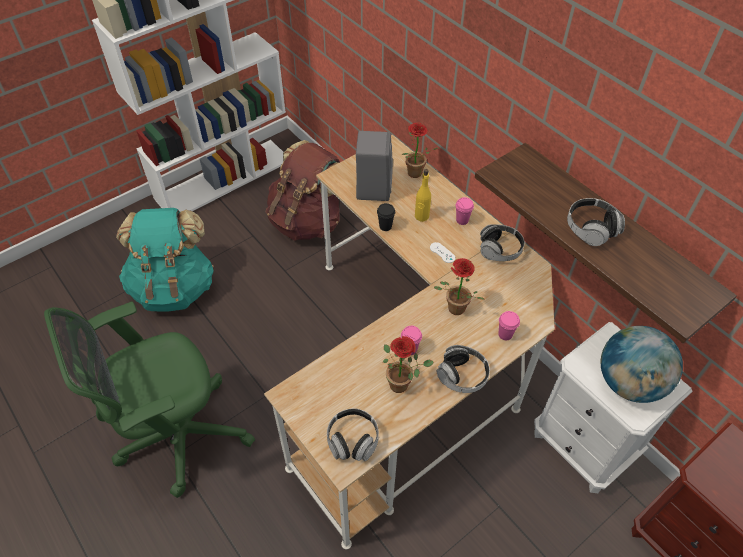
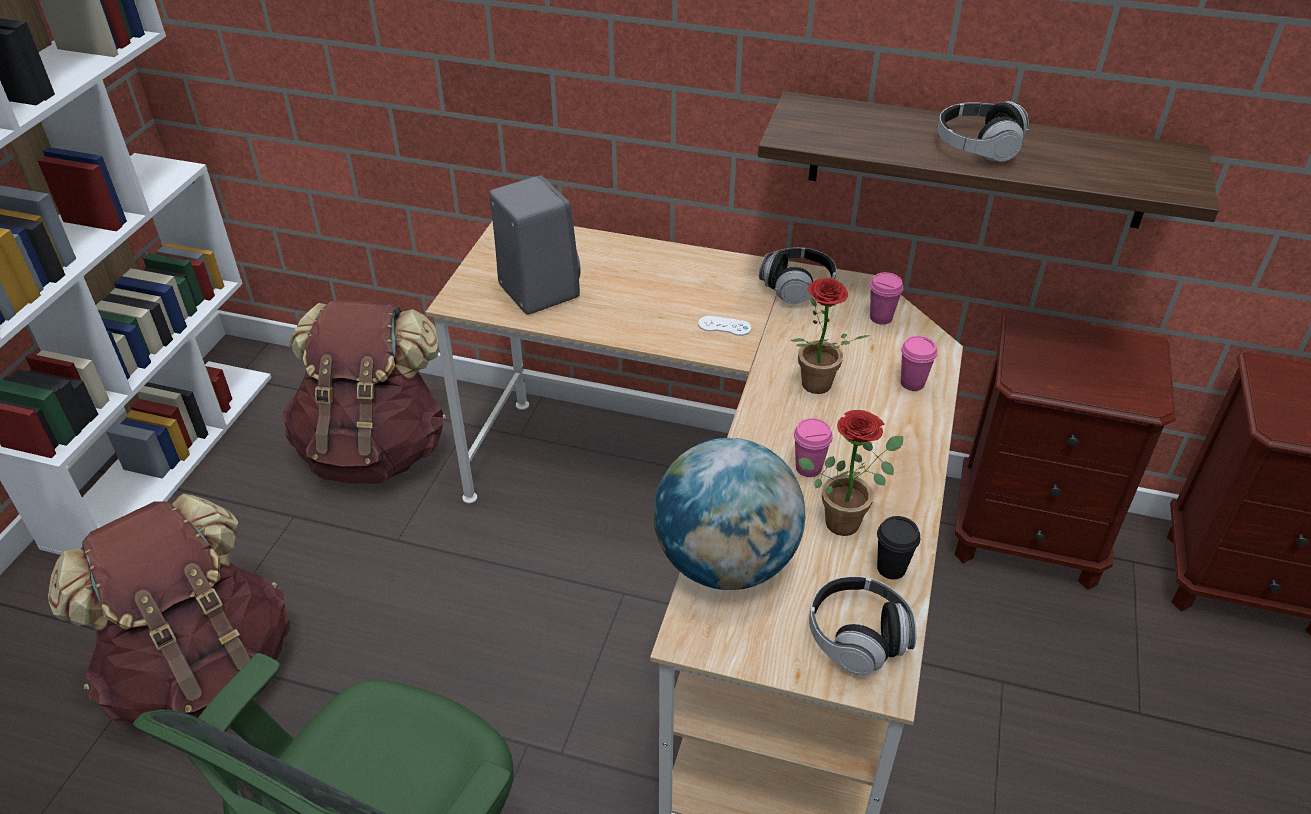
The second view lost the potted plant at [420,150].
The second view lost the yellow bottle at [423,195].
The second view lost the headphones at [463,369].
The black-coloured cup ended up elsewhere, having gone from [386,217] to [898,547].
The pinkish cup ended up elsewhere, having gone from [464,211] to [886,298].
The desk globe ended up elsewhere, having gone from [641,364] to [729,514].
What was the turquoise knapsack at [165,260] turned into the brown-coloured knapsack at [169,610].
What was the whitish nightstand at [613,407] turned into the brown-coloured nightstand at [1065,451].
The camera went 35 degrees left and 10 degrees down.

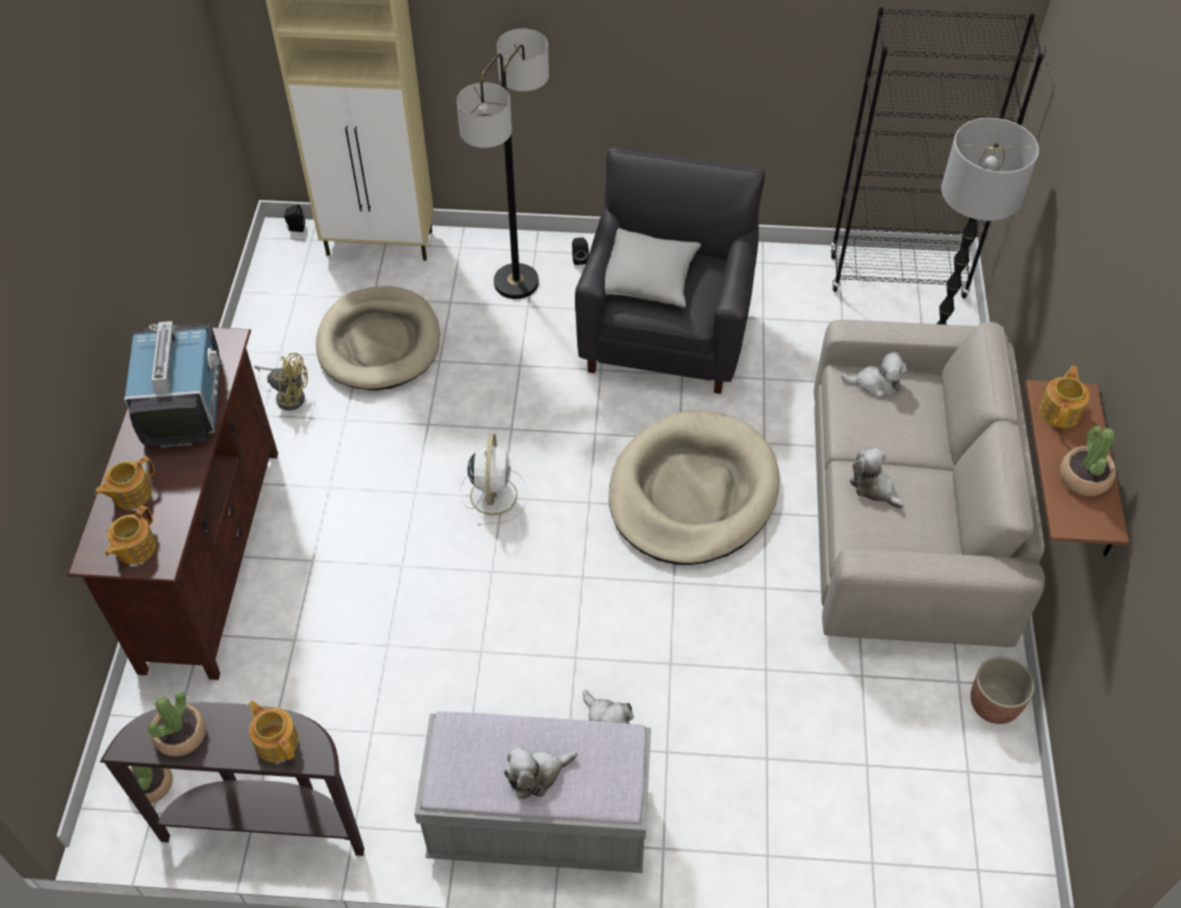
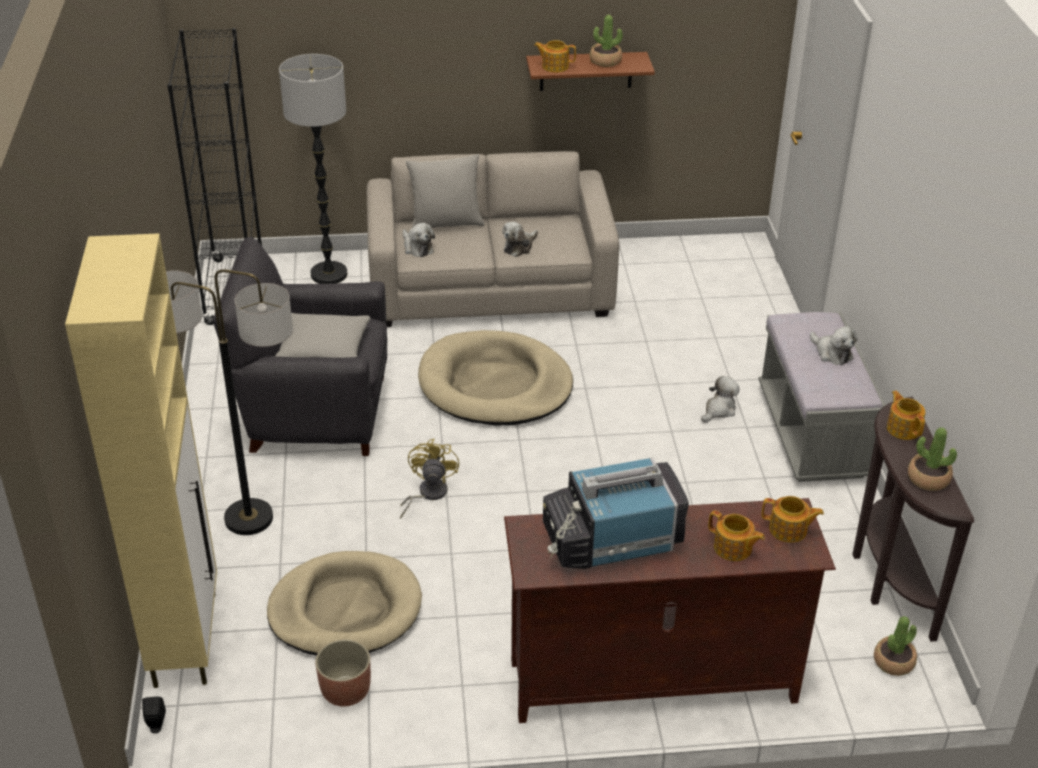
The second view lost the whitish electric fan at [494,479].
The second view lost the black-coloured speaker at [580,251].
The second view gained the grey throw pillow at [445,191].
The yellow electric fan ended up elsewhere, having gone from [281,382] to [429,479].
The plant pot ended up elsewhere, having gone from [1002,690] to [343,673].
The tea pot at [274,731] ended up facing another way, 120 degrees clockwise from before.
The plush toy at [874,375] ended up facing another way, 150 degrees clockwise from before.
The camera went 100 degrees left and 15 degrees down.

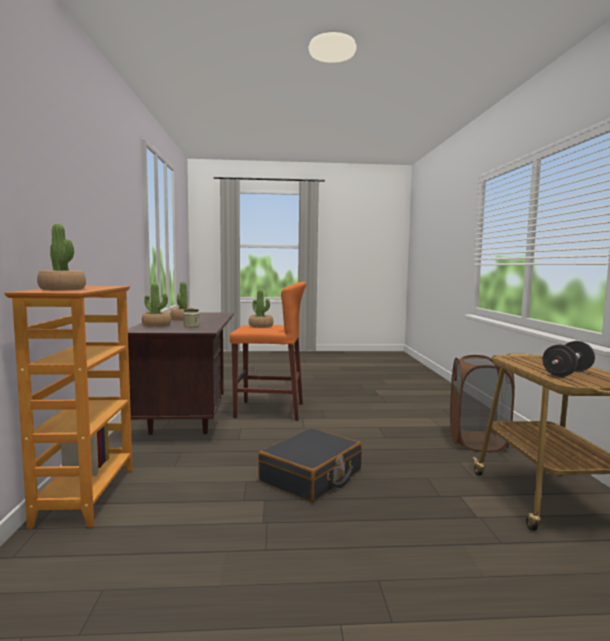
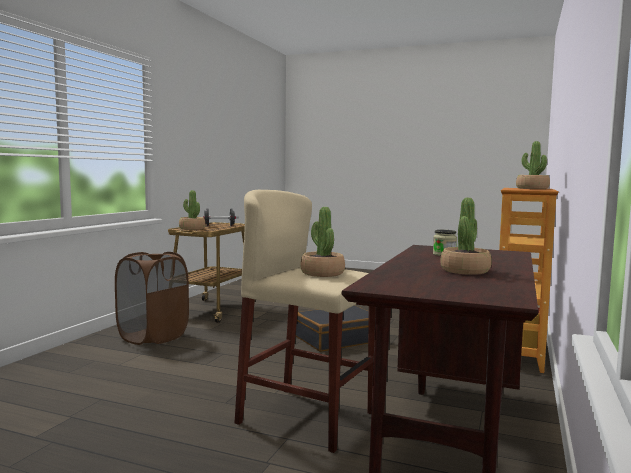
The potted plant ended up elsewhere, having gone from [156,305] to [192,210].
What was the orangey stool at [268,351] turned into the beige-coloured stool at [305,321].
The camera went 155 degrees left and 0 degrees up.

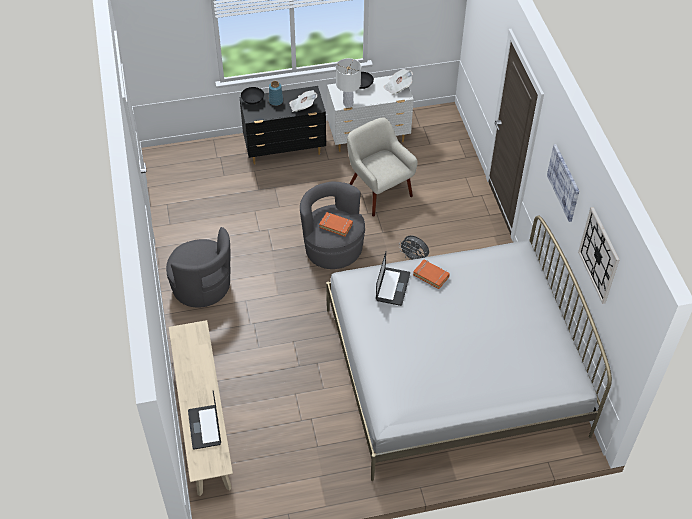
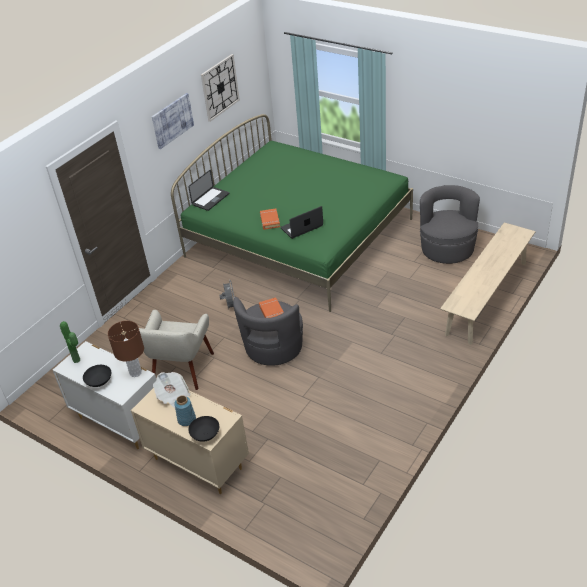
The grey armchair ended up elsewhere, having gone from [198,267] to [450,224].
The laptop ended up elsewhere, having gone from [204,420] to [208,190].
Where the printed paper stood at [398,82], the potted plant came to stand at [70,342].
What was the black-coloured drawer chest at [283,125] turned into the beige-coloured drawer chest at [190,441].
What was the whitish bed at [469,348] turned into the green bed at [292,213].
What was the whitish tabletop lamp at [348,82] turned into the brown-coloured tabletop lamp at [126,349].
The camera went 130 degrees left and 10 degrees down.

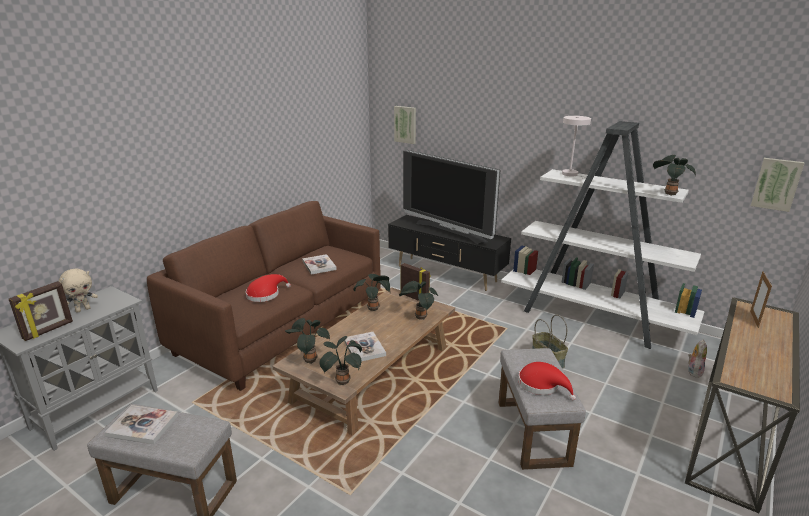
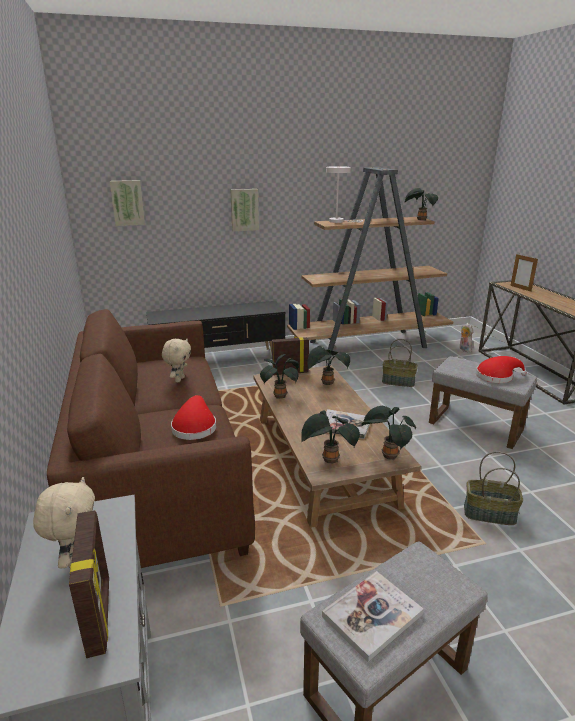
The second view lost the TV set at [451,197].
The second view gained the basket at [493,488].
The picture ended up elsewhere, having gone from [778,185] to [244,210].
Where the bound book stood at [319,264], the beige-coloured plush toy came to stand at [176,360].
What was the whitish shelving unit at [603,235] turned into the brown-coloured shelving unit at [370,263].
The camera went 50 degrees left and 0 degrees up.

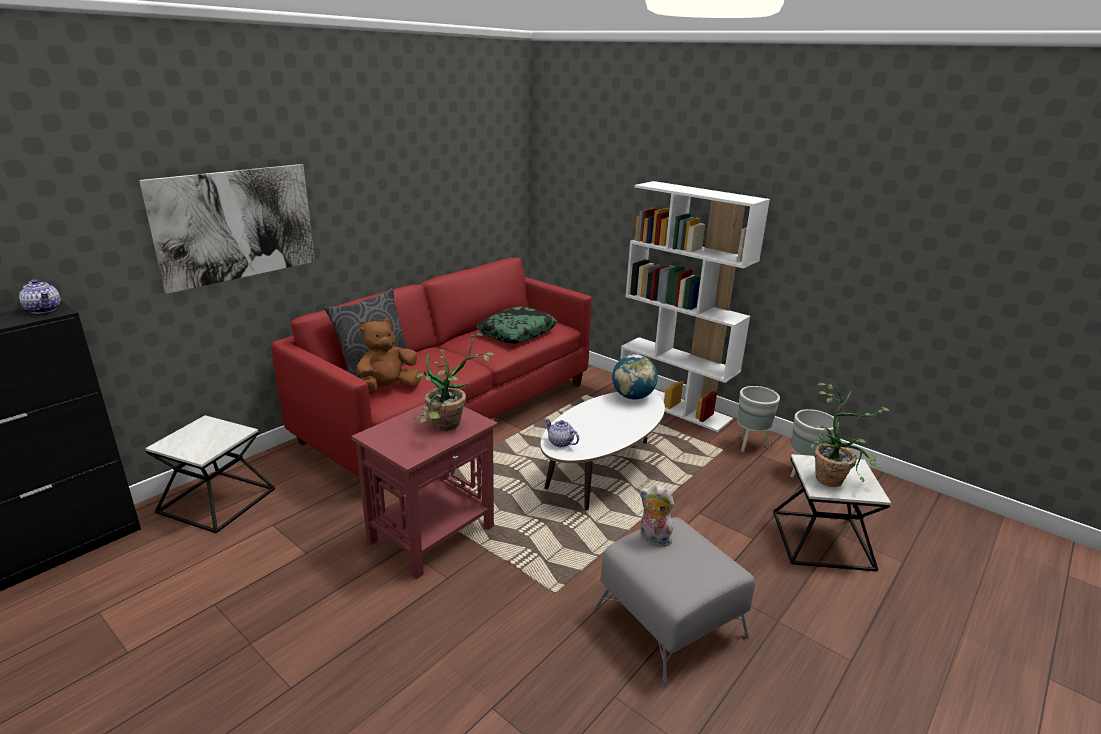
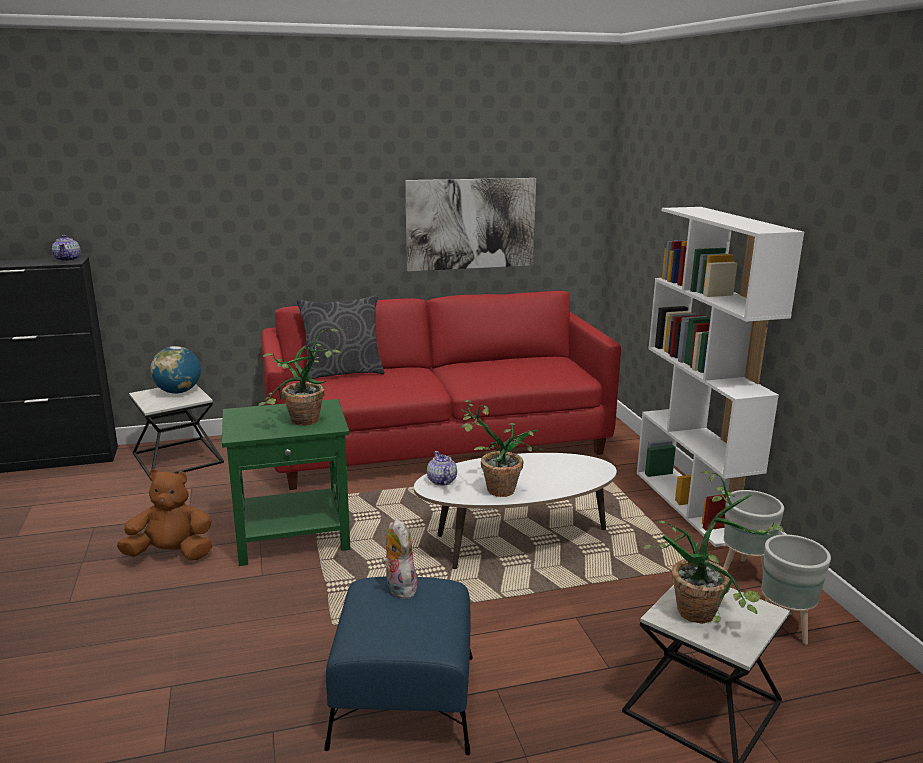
The second view lost the throw pillow at [517,325].
The second view gained the potted plant at [502,448].
The picture ended up elsewhere, having gone from [227,229] to [470,224].
The brown-coloured plush toy ended up elsewhere, having gone from [389,356] to [164,515].
The desk globe ended up elsewhere, having gone from [635,377] to [175,370].
What was the red end table at [424,491] turned into the green end table at [286,482].
What was the grey footrest at [674,603] turned into the blue footrest at [398,666].
The camera went 35 degrees right and 5 degrees down.

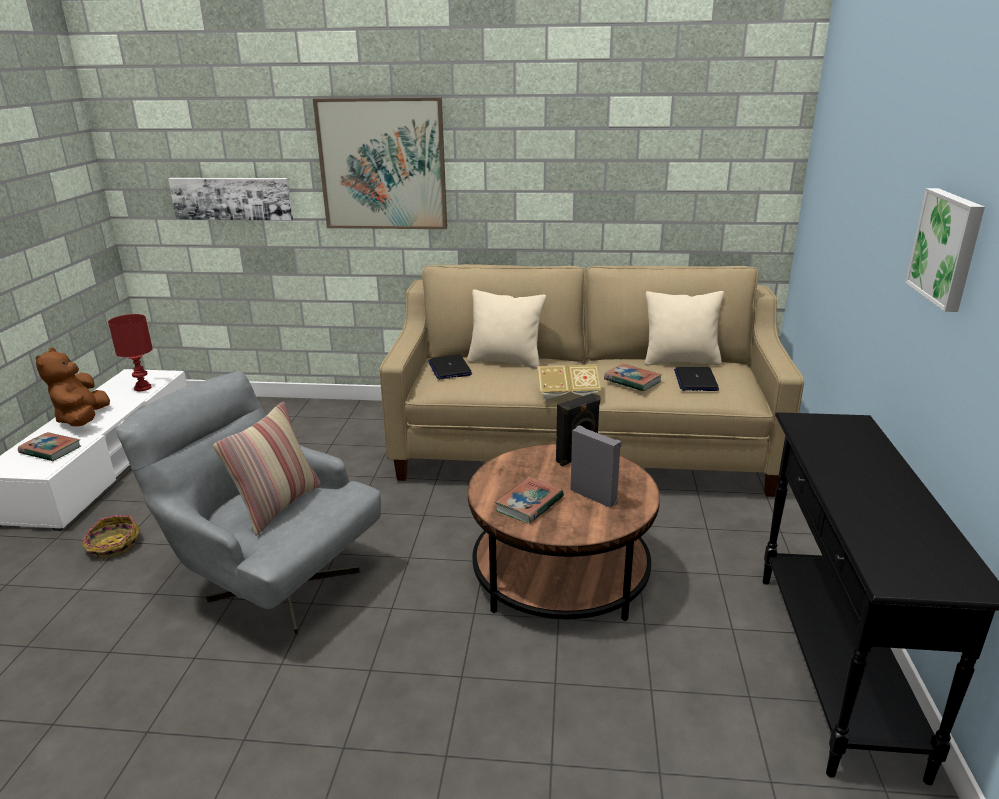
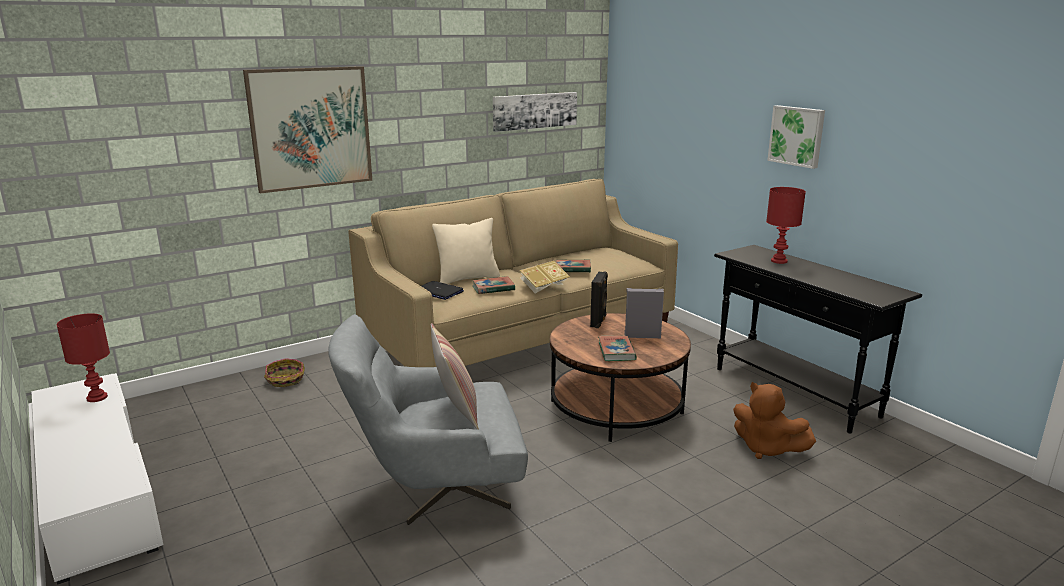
The second view lost the beige-coloured throw pillow at [684,328].
The second view lost the laptop at [696,379].
The second view gained the red tabletop lamp at [786,225].
The bound book ended up elsewhere, having gone from [49,446] to [493,285].
The brown-coloured plush toy ended up elsewhere, having gone from [73,386] to [774,420].
The basket ended up elsewhere, having gone from [110,538] to [284,372].
The picture ended up elsewhere, having gone from [230,199] to [535,112].
The camera went 40 degrees left and 5 degrees down.

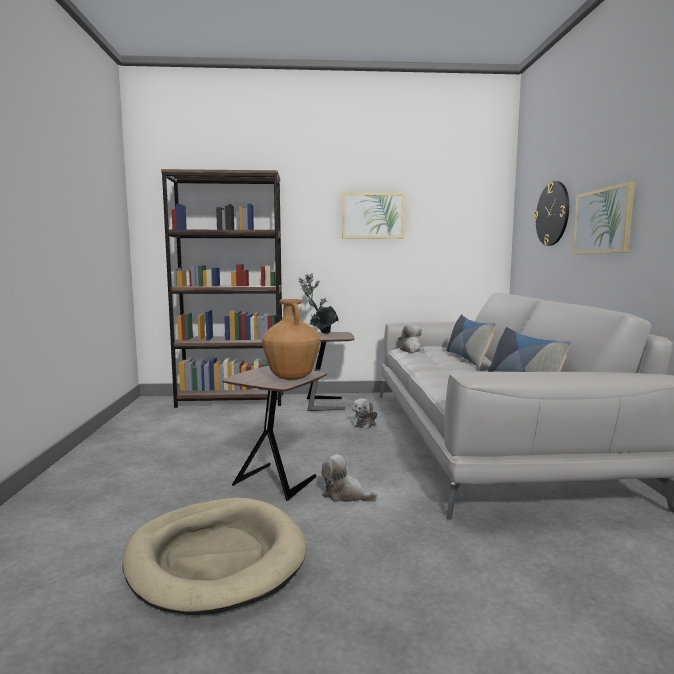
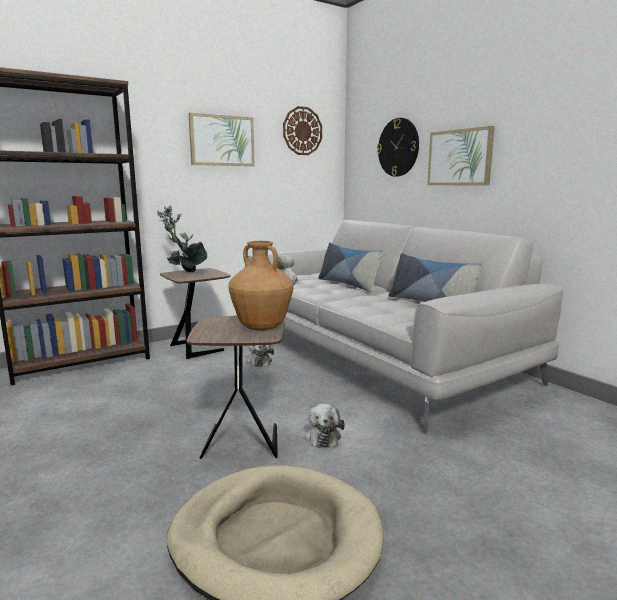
The second view gained the wall clock at [302,130].
The plush toy at [349,478] ended up facing another way, 90 degrees counterclockwise from before.
The camera went 30 degrees left and 5 degrees up.

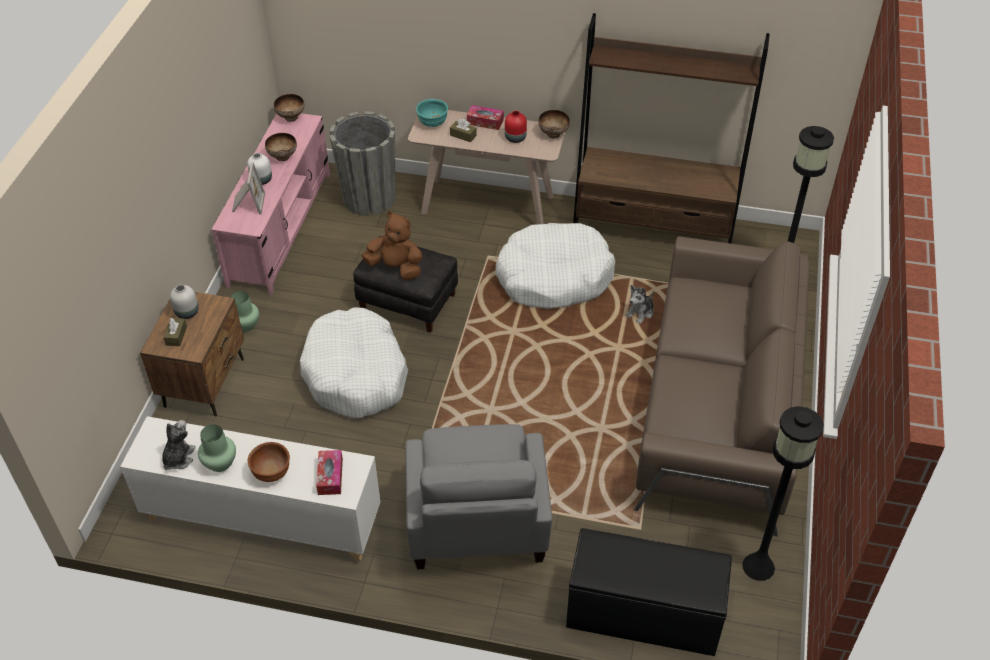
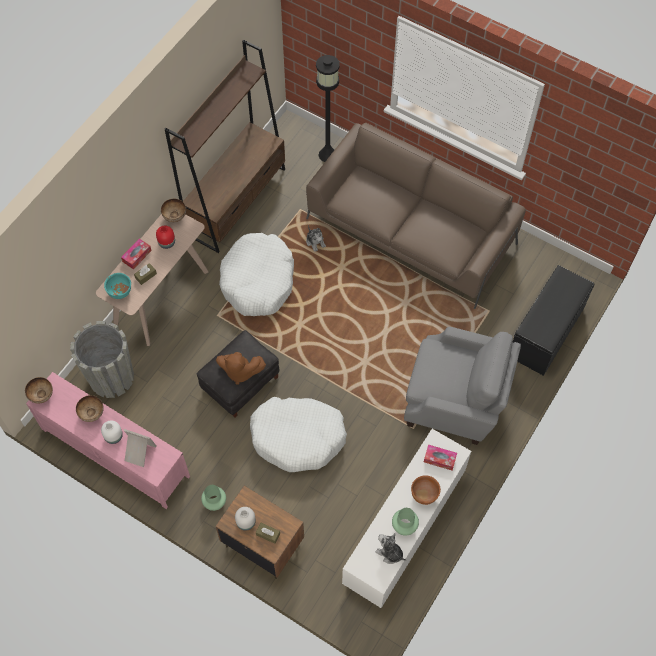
The second view lost the black-coloured standard lamp at [783,493].
The brown-coloured plush toy at [391,246] ended up facing another way, 120 degrees counterclockwise from before.
The camera went 70 degrees left and 15 degrees up.

